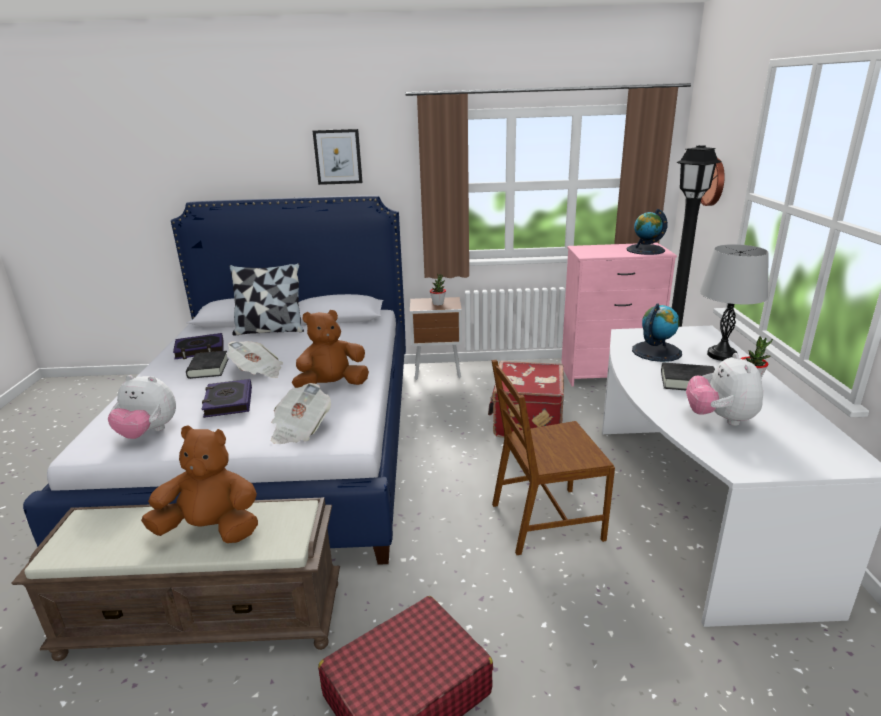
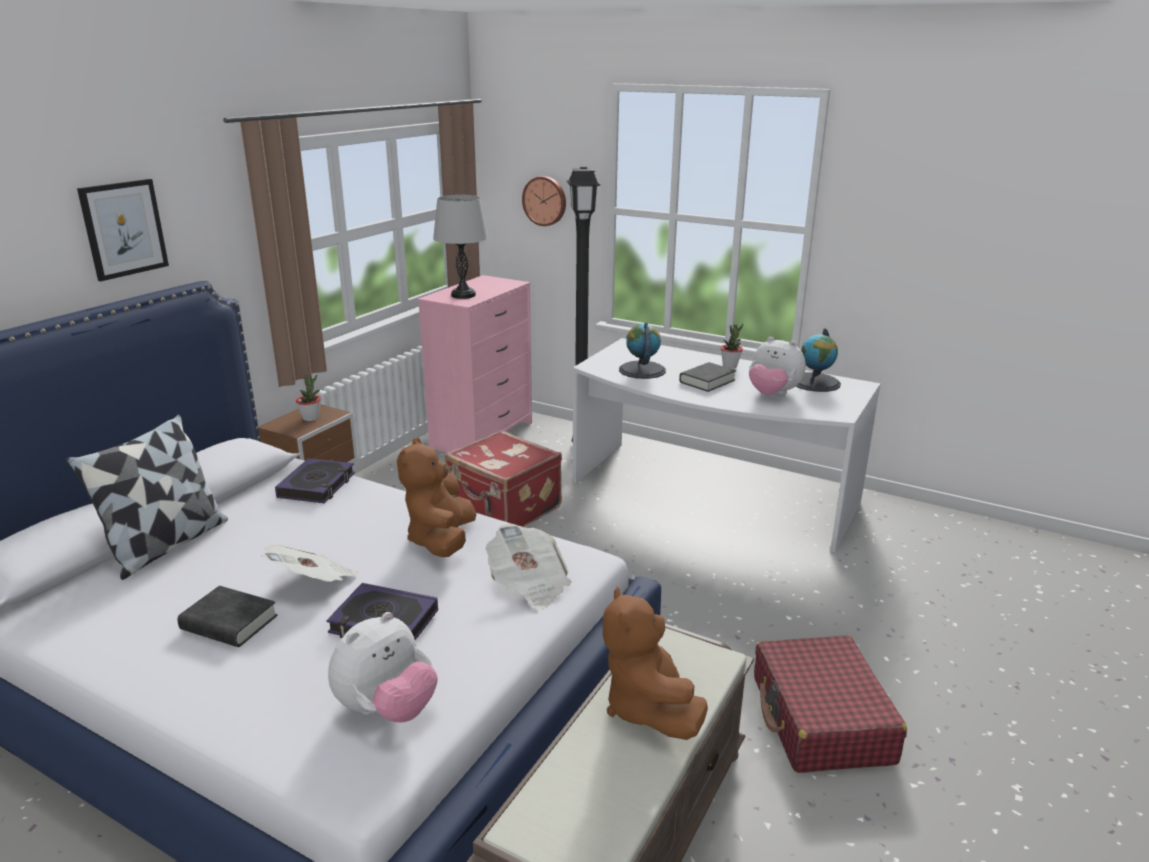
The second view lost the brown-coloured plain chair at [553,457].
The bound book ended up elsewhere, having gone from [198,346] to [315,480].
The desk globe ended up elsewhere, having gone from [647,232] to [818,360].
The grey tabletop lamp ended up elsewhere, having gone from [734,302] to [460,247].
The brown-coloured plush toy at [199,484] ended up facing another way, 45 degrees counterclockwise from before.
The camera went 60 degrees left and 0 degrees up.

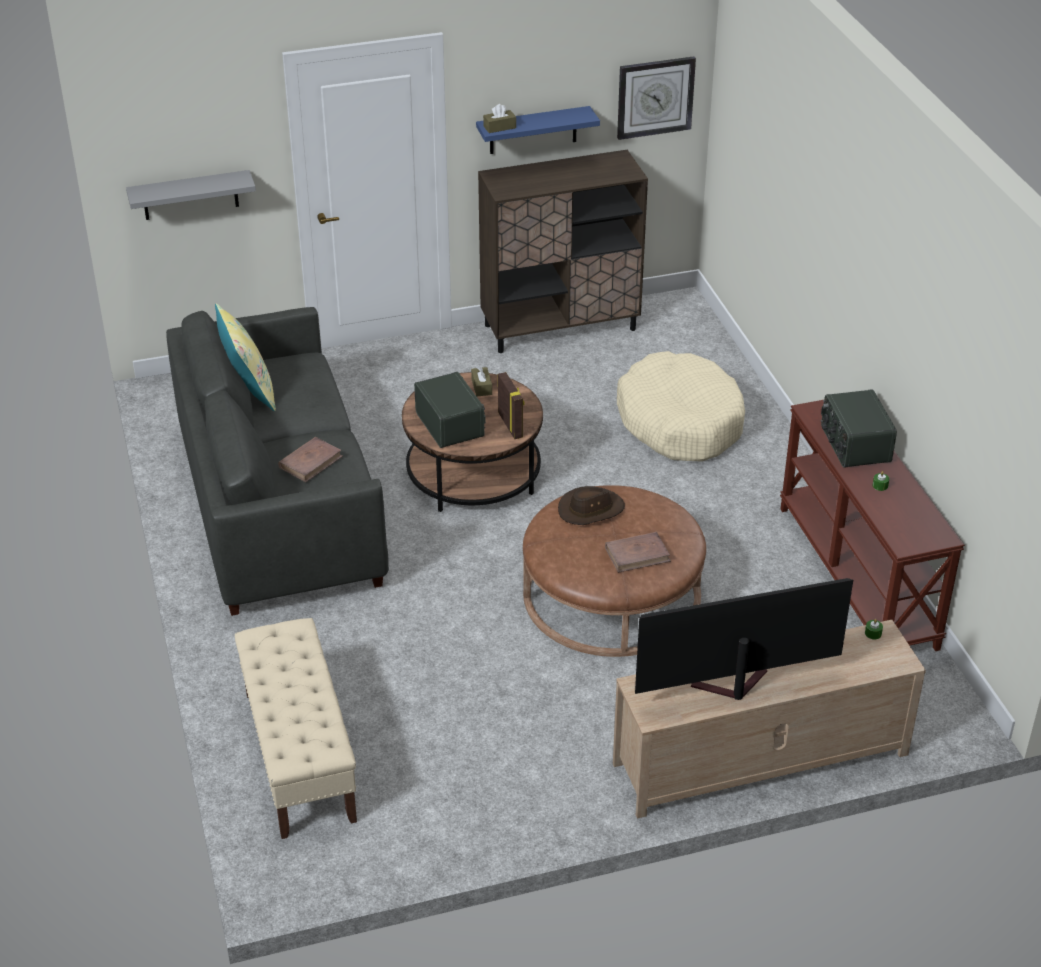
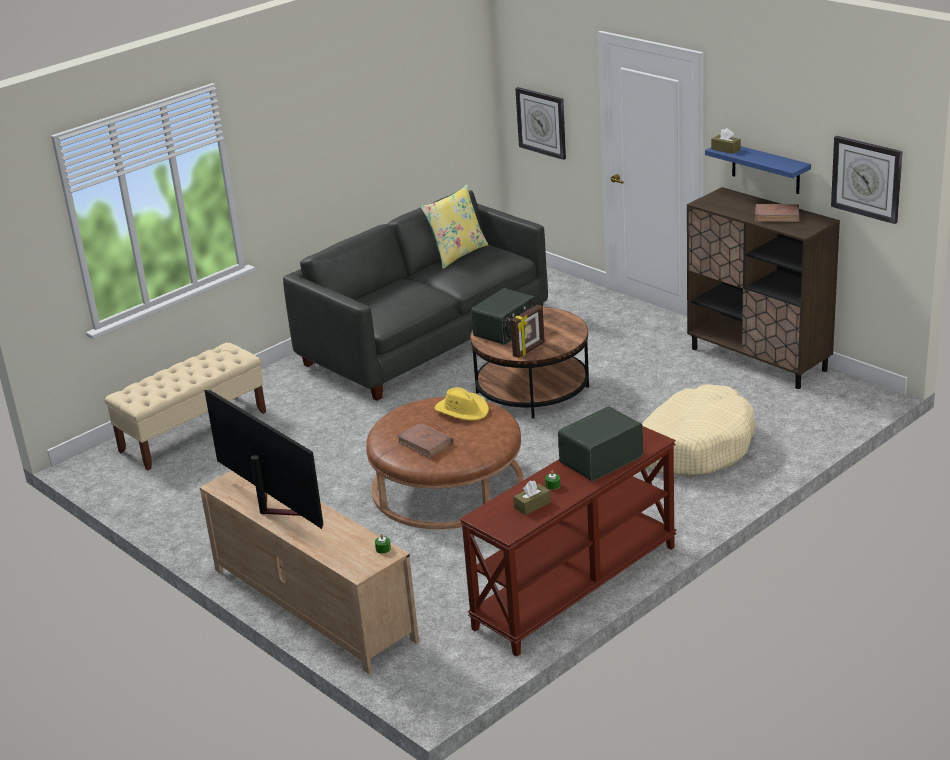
The brown-coloured bound book ended up elsewhere, having gone from [310,459] to [777,213].
The brown-coloured box of tissues ended up elsewhere, having gone from [481,381] to [532,498].
Where the grey wall shelf hung at [191,195], the wall clock came to hang at [540,123].
What was the brown-coloured hat at [591,505] turned into the yellow hat at [462,404].
The camera went 65 degrees right and 10 degrees down.

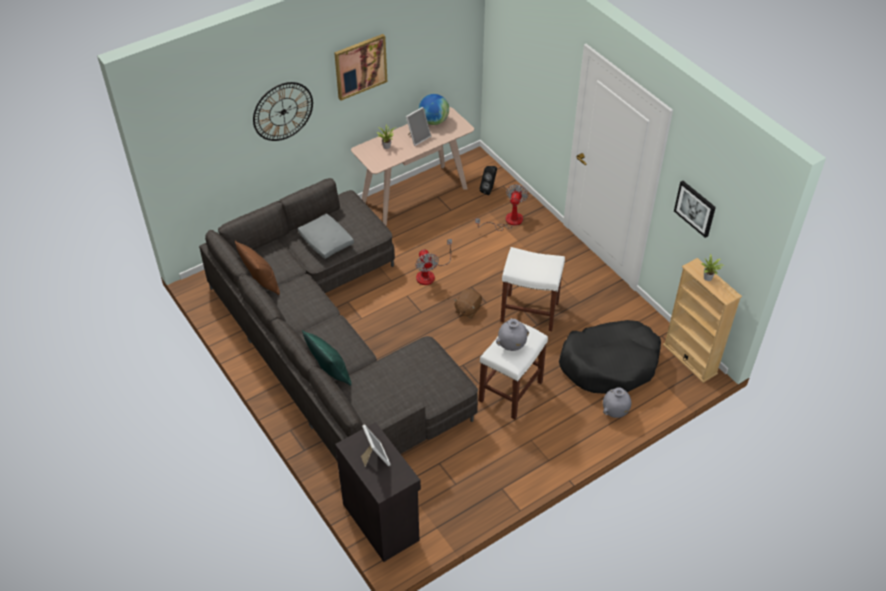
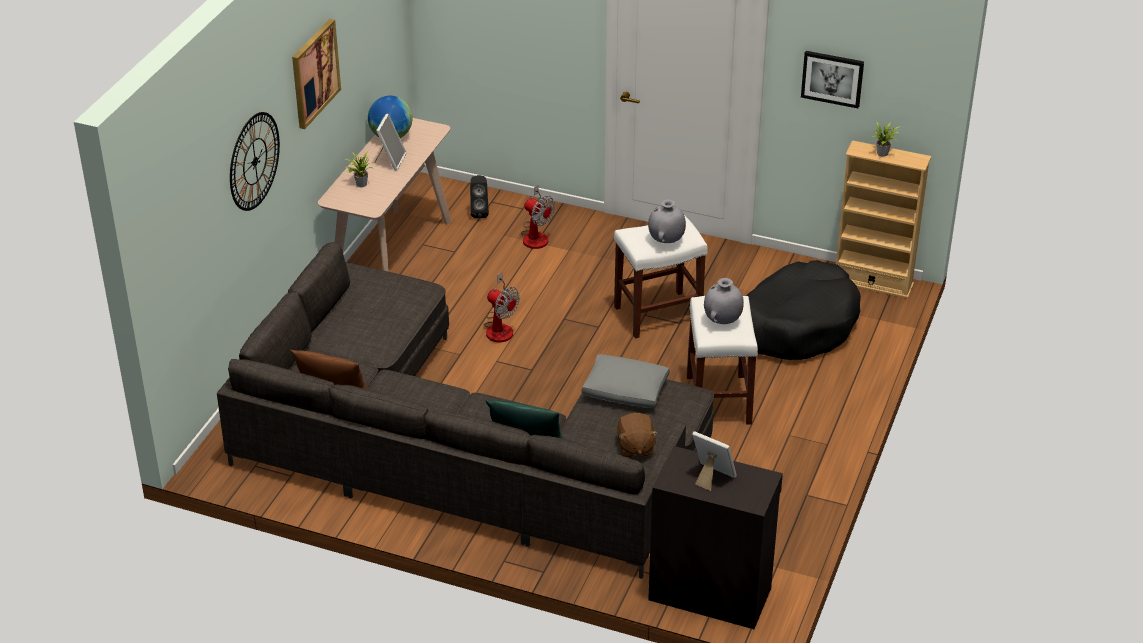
The grey throw pillow ended up elsewhere, having gone from [325,236] to [625,381].
The brown-coloured plush toy ended up elsewhere, having gone from [468,303] to [637,435].
The grey vase ended up elsewhere, having gone from [617,402] to [667,221].
The electric fan at [502,207] ended up facing another way, 150 degrees clockwise from before.
The camera went 35 degrees left and 10 degrees down.

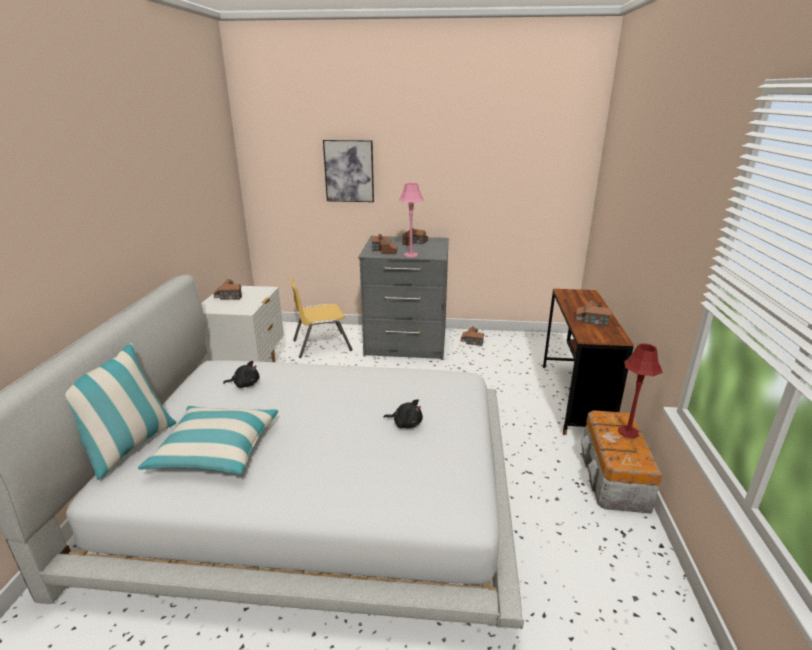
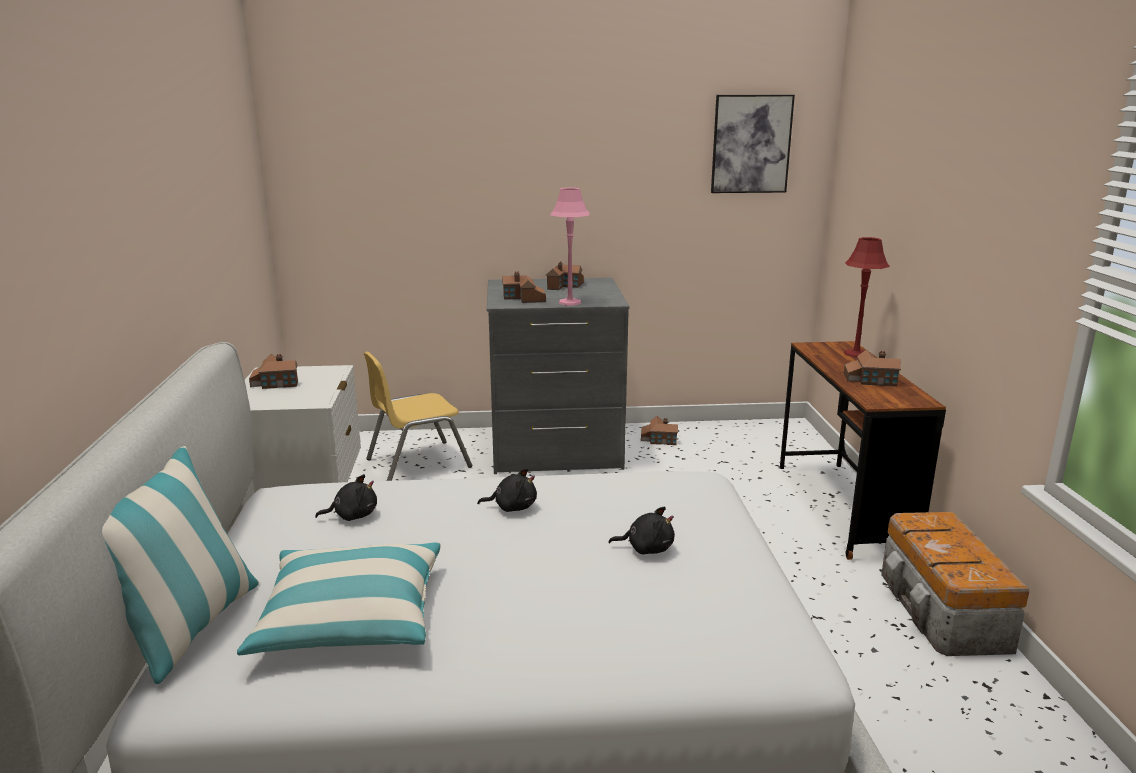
The second view gained the black-coloured plush toy at [507,490].
The picture ended up elsewhere, having gone from [348,171] to [753,144].
The red tabletop lamp ended up elsewhere, having gone from [640,391] to [867,297].
The camera went 10 degrees left and 5 degrees down.

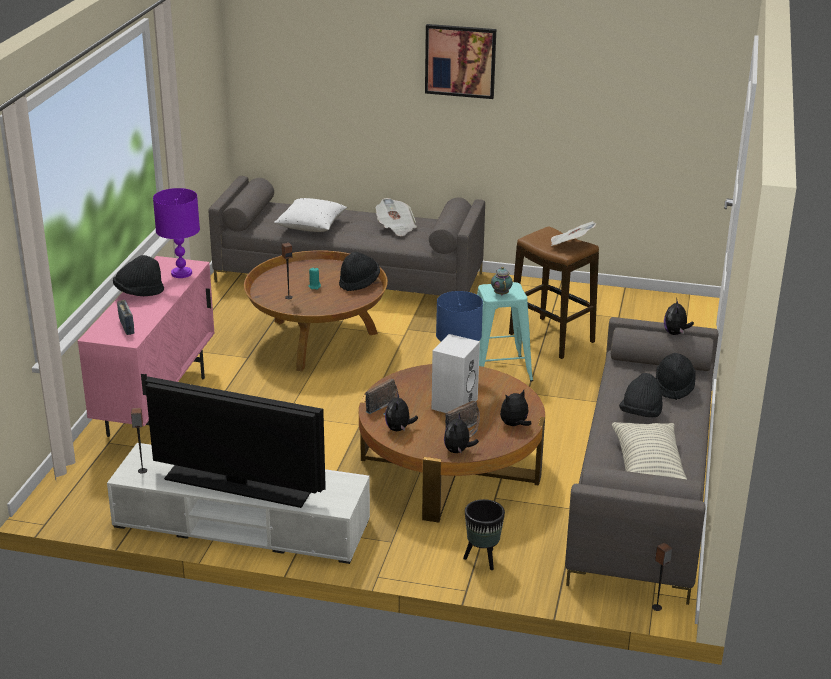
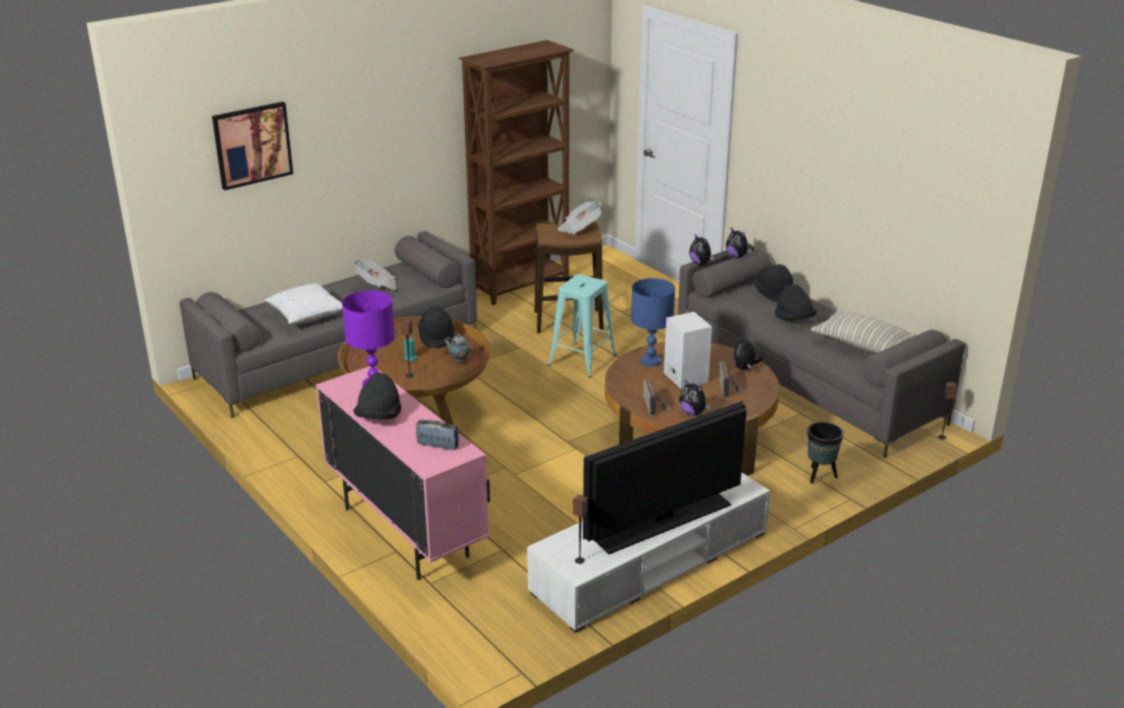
The second view gained the brown-coloured shelving unit at [516,172].
The picture ended up elsewhere, having gone from [460,61] to [252,146].
The plush toy ended up elsewhere, having gone from [461,433] to [702,249].
The tea pot ended up elsewhere, having gone from [502,281] to [459,348].
The camera went 50 degrees left and 0 degrees up.

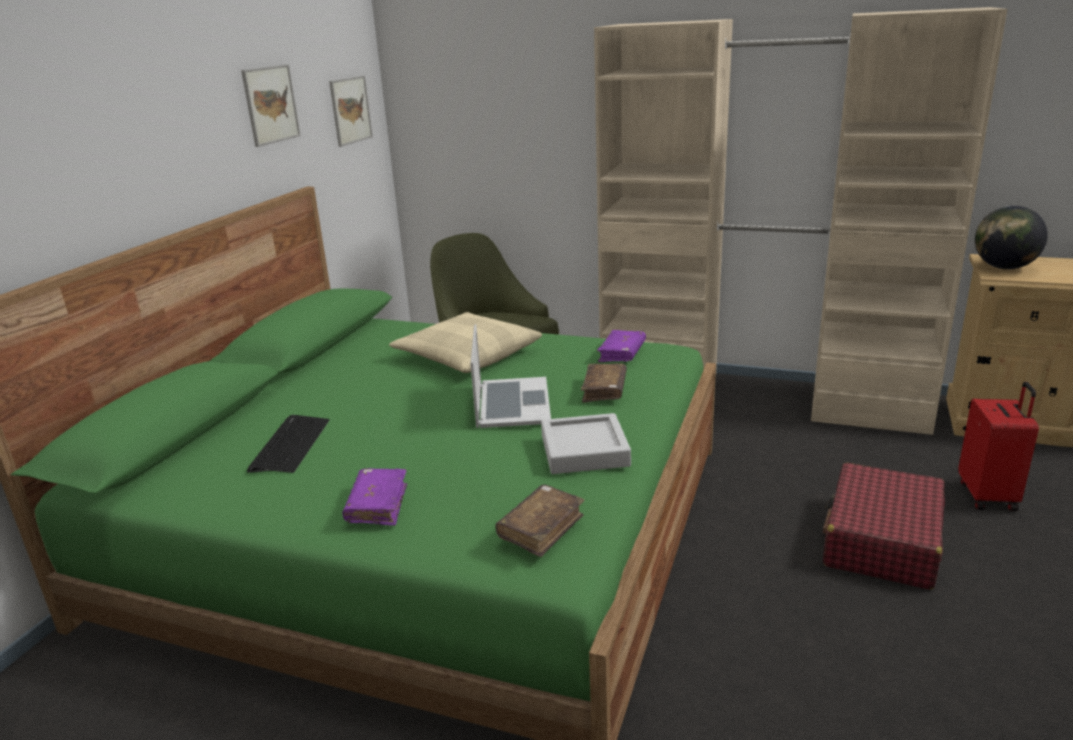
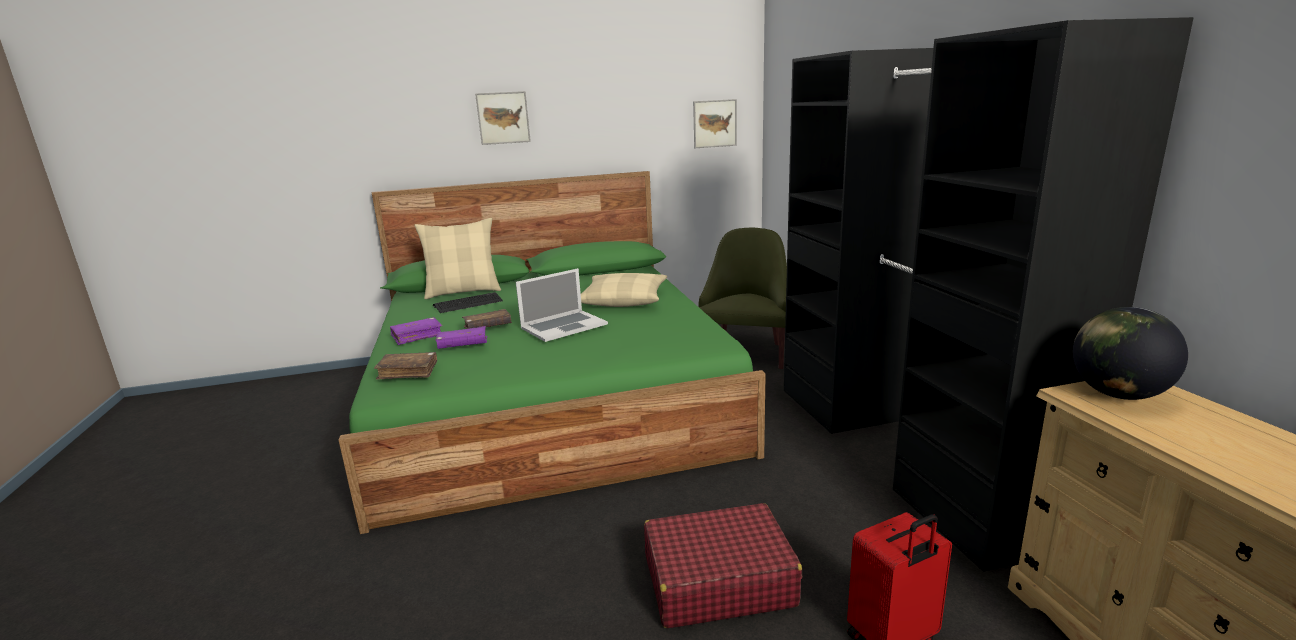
The second view lost the grey carrying tray at [586,443].
The second view gained the beige-coloured throw pillow at [457,258].
The picture ended up elsewhere, having gone from [271,105] to [503,118].
The brown-coloured bound book ended up elsewhere, having gone from [604,382] to [487,319].
The purplish bound book ended up elsewhere, having gone from [621,346] to [461,337].
What was the beige-coloured wardrobe at [800,221] turned into the black-coloured wardrobe at [989,294].
The camera went 55 degrees right and 5 degrees down.

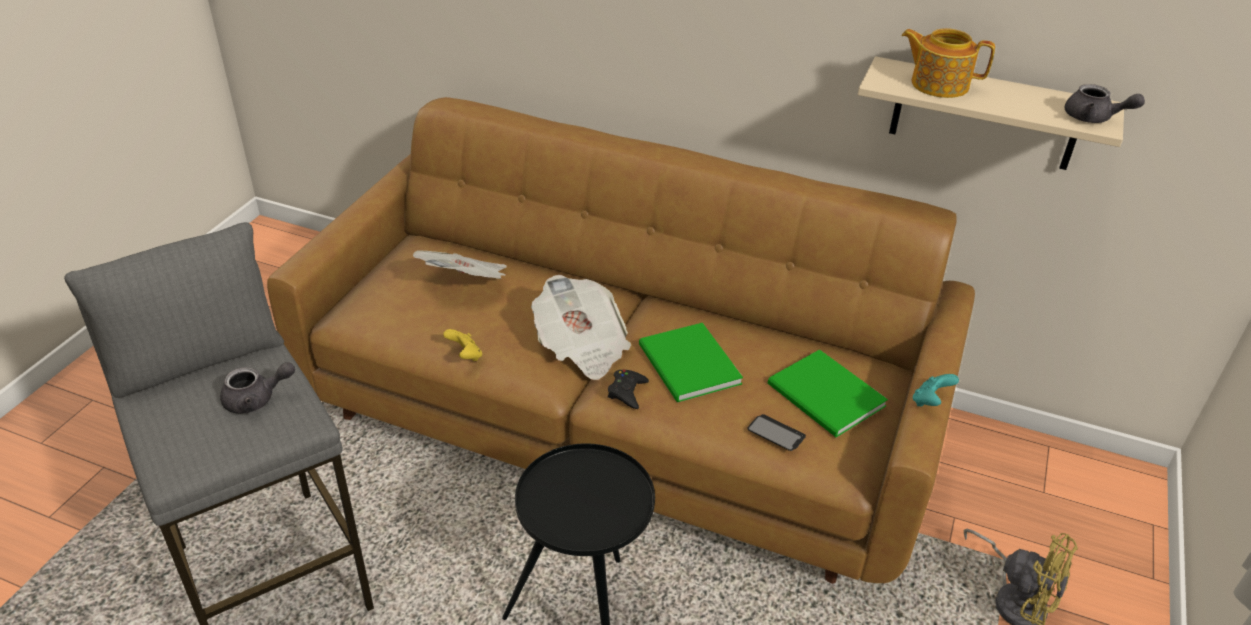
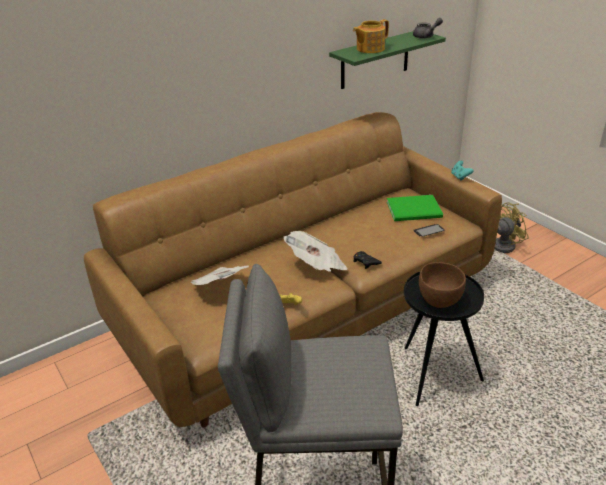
The second view lost the grey tea pot at [257,388].
The second view lost the green bound book at [691,362].
The second view gained the brown-coloured serving bowl at [442,285].
What was the beige-coloured wall shelf at [991,113] turned into the green wall shelf at [387,60].
The camera went 55 degrees left and 5 degrees down.

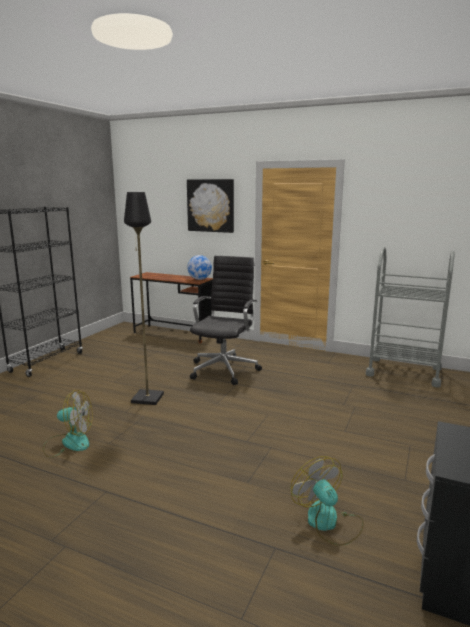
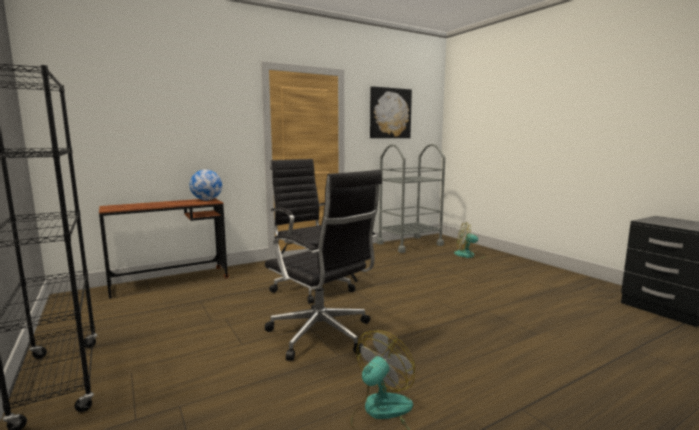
The picture ended up elsewhere, having gone from [210,206] to [391,112].
The electric fan ended up elsewhere, having gone from [327,501] to [469,240].
Where the black-coloured standard lamp stood at [144,298], the black-coloured office chair came to stand at [323,265].
The camera went 55 degrees left and 5 degrees down.

